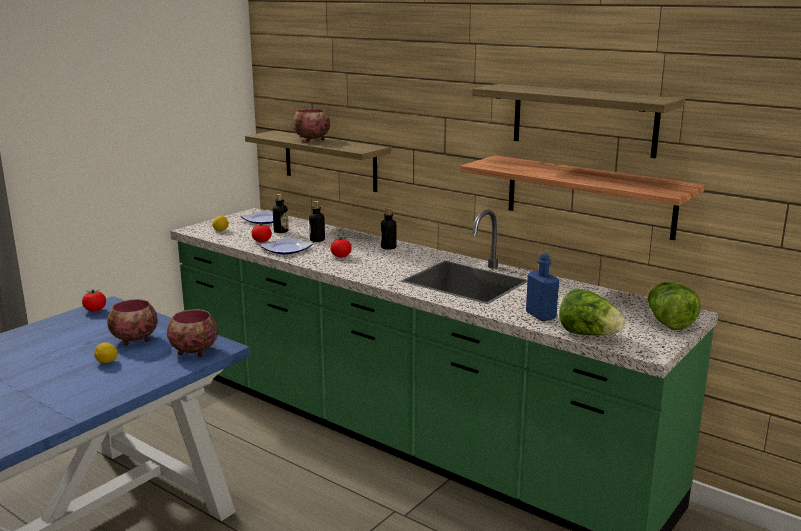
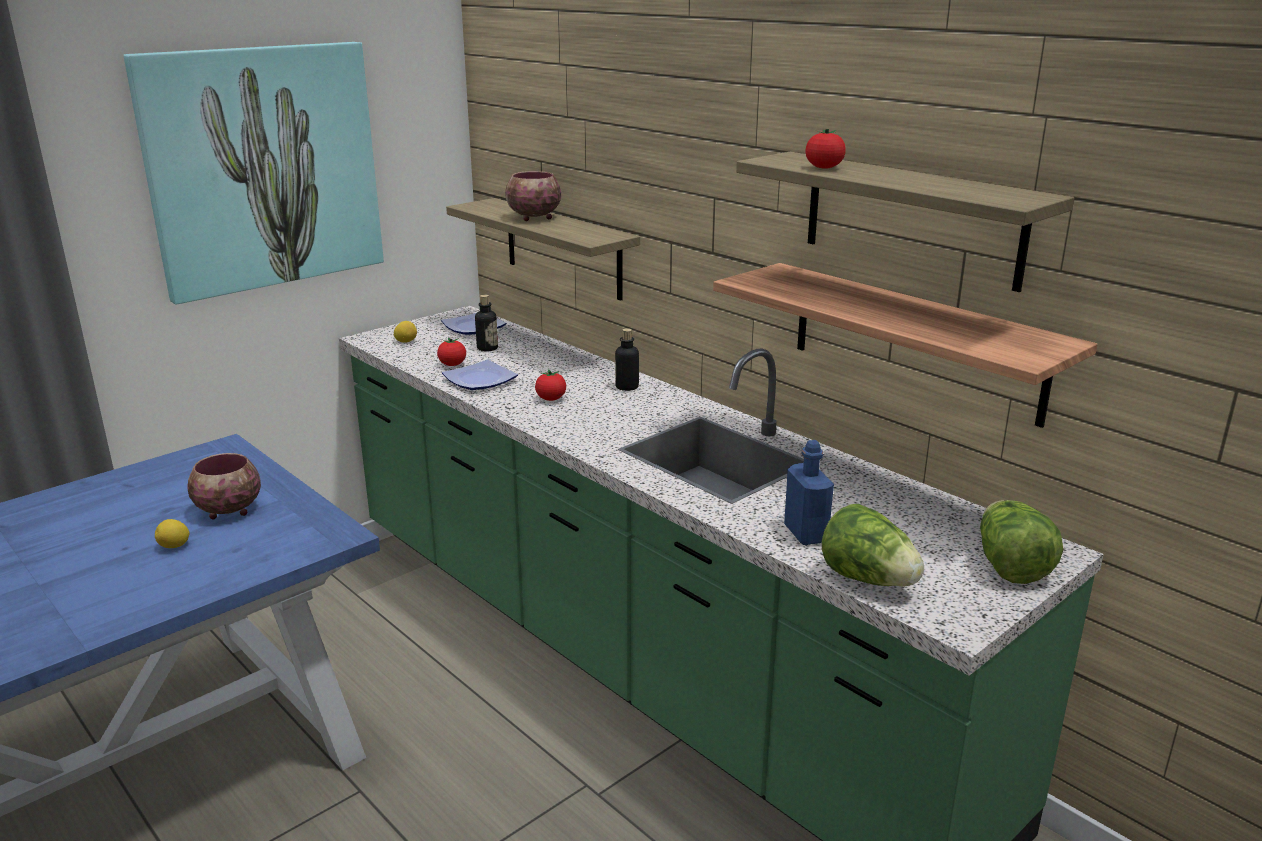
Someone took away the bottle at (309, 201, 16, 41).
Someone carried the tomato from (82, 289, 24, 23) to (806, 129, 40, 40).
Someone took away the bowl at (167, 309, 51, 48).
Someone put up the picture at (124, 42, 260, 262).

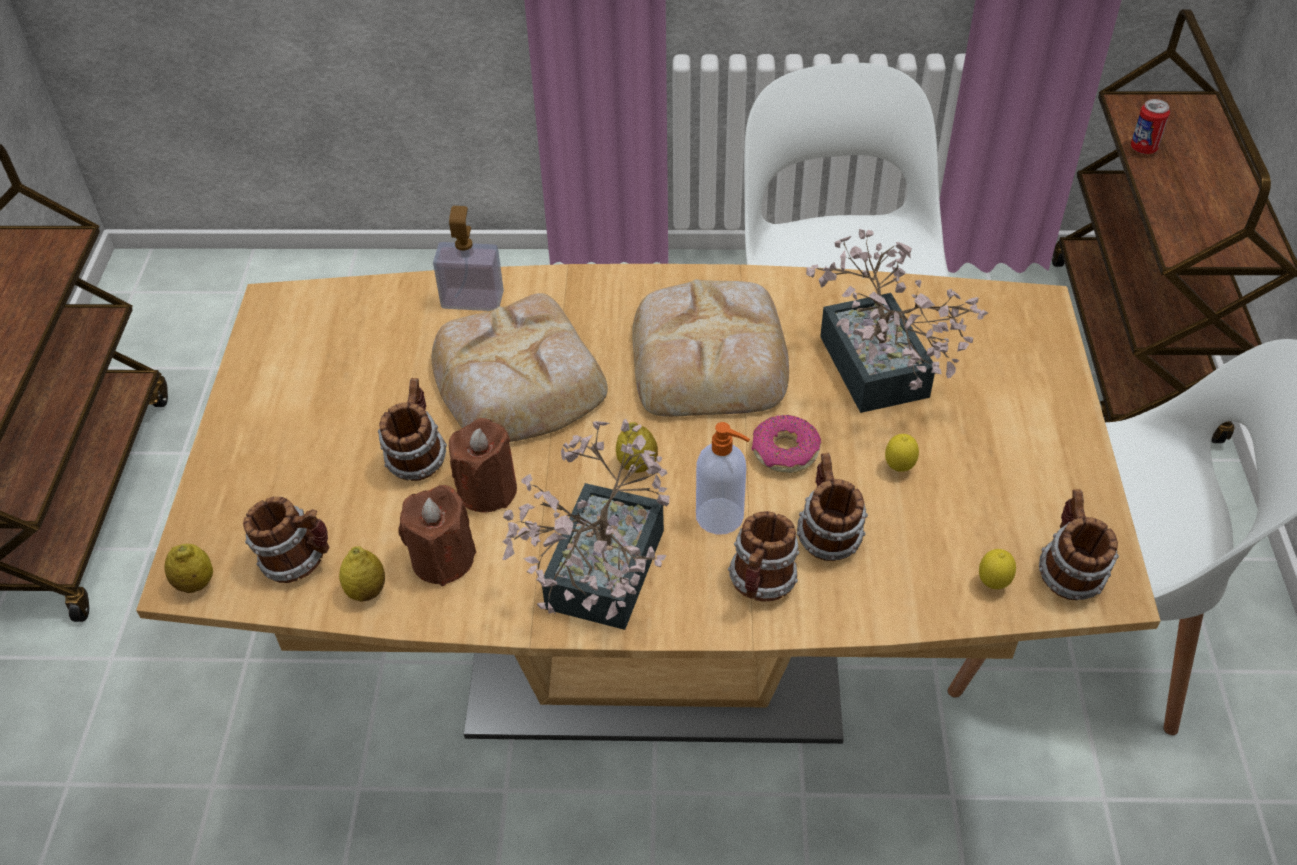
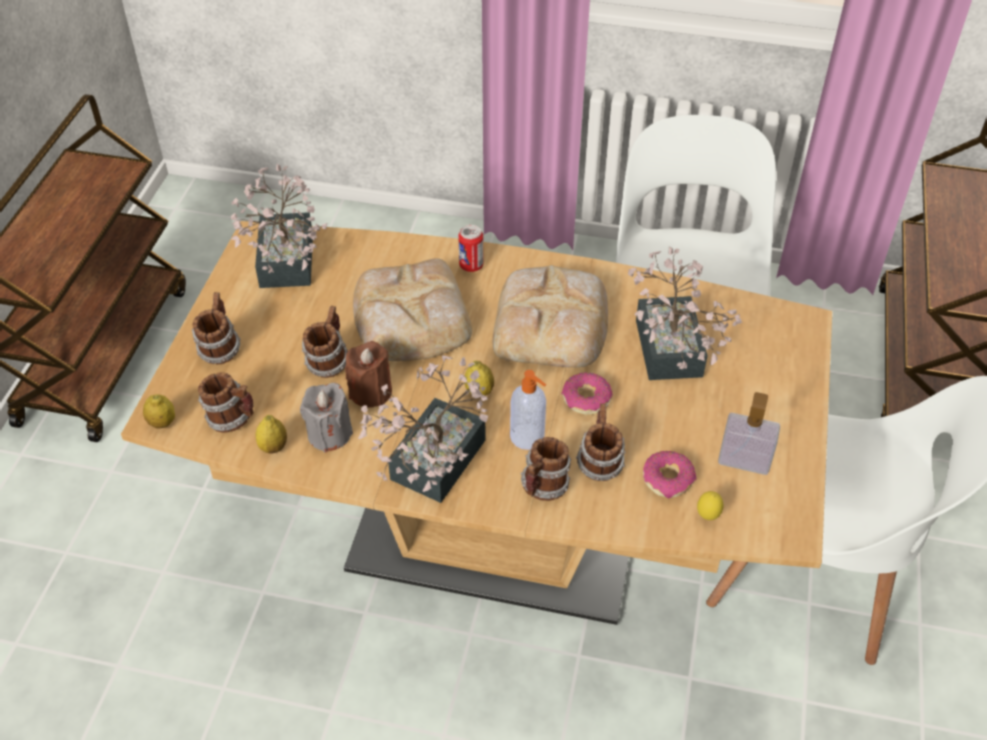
Someone carried the can from (1131, 99, 39, 55) to (458, 225, 25, 47).
Someone carried the soap dispenser from (433, 206, 71, 105) to (718, 392, 62, 83).
Someone took away the lemon at (885, 434, 34, 38).
Someone repainted the candle/brown at (398, 485, 78, 101), which became the candle/grey at (300, 383, 53, 70).
Someone carried the mug from (1039, 489, 80, 111) to (192, 292, 49, 73).
Someone put down the potted plant at (231, 164, 96, 124).
Someone put down the donut at (643, 451, 54, 48).

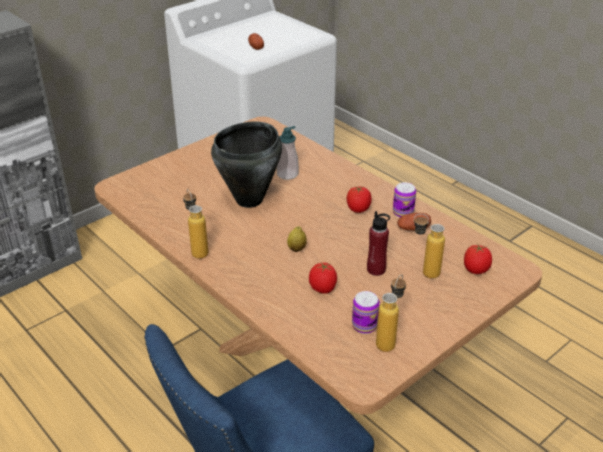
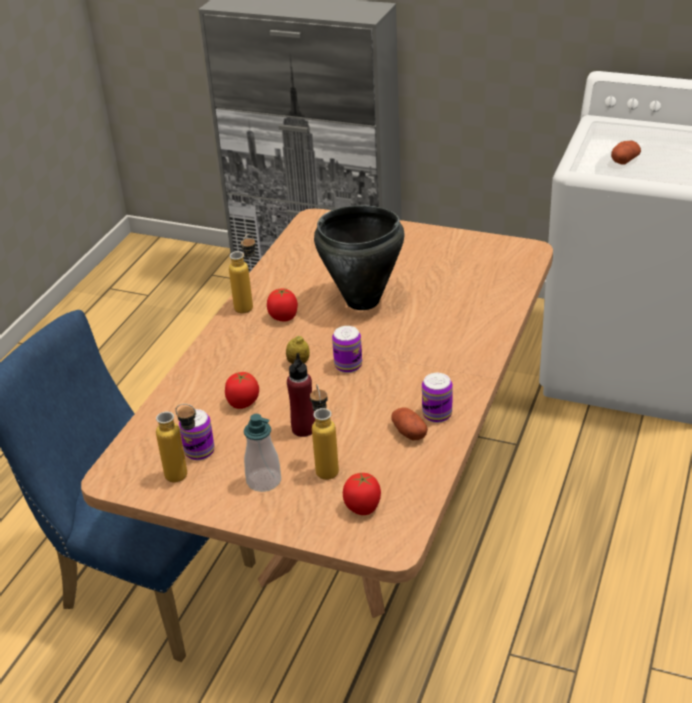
Someone carried the soap dispenser from (277, 126, 22, 54) to (244, 414, 37, 78).
Someone carried the tomato from (347, 186, 25, 27) to (267, 288, 31, 34).
Someone put down the can at (332, 326, 30, 47).

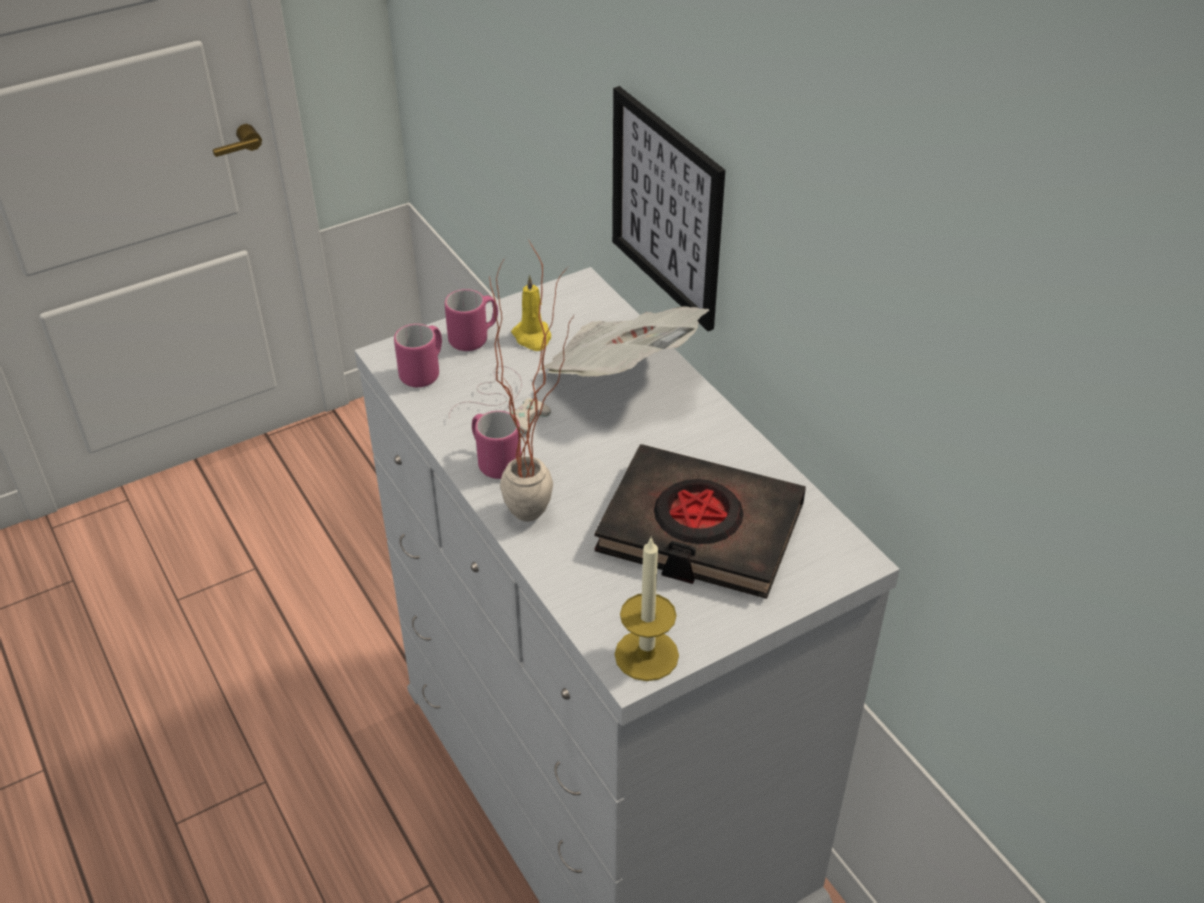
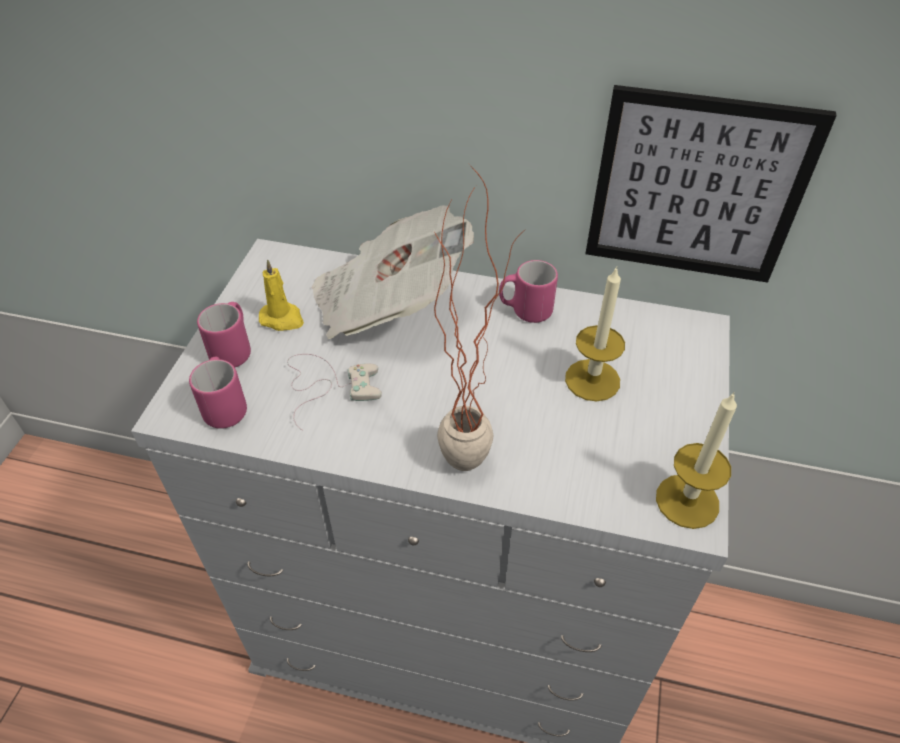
Someone carried the picture from (612, 86, 113, 245) to (585, 85, 251, 198).
Someone carried the mug/pink from (472, 411, 49, 68) to (499, 260, 59, 63).
Someone swapped the book/black at (595, 444, 211, 155) for the candle at (565, 267, 60, 134).

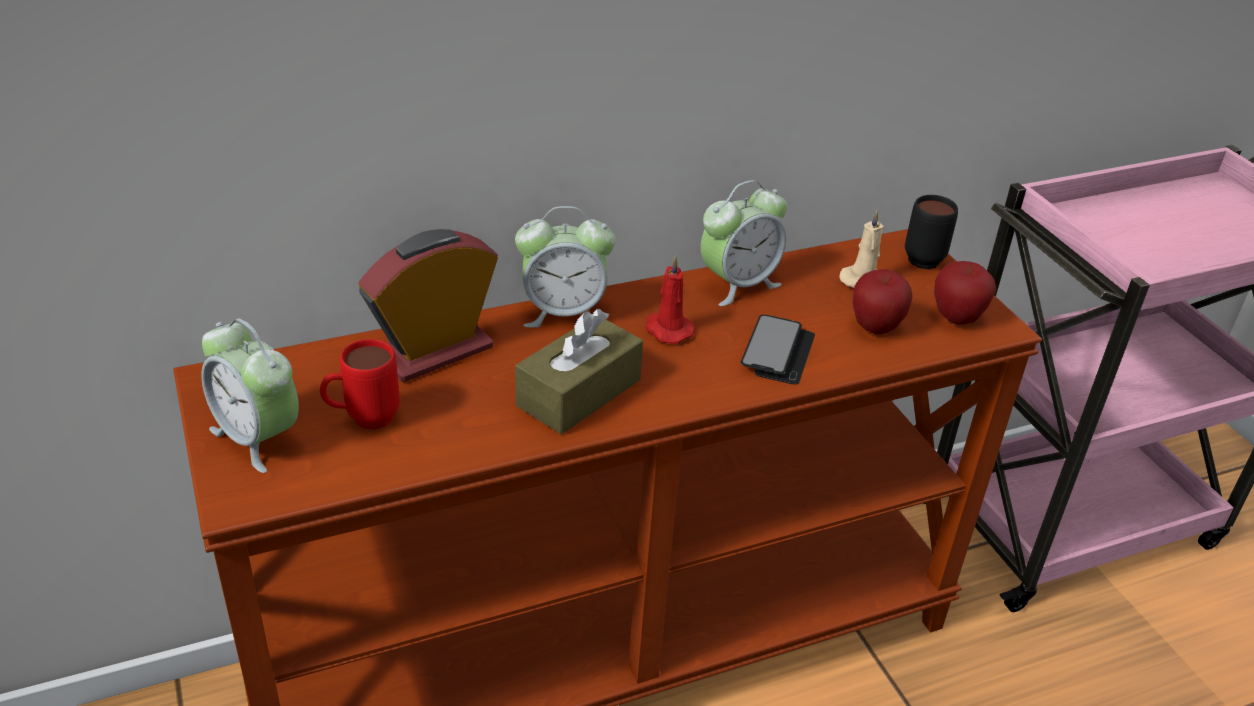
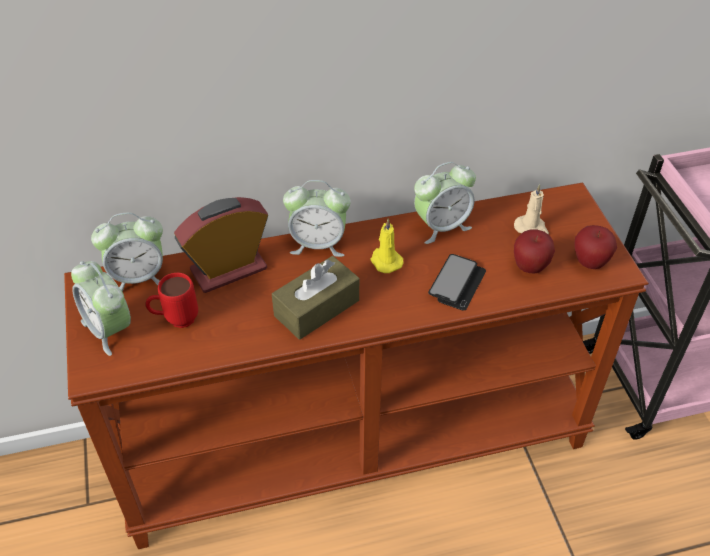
Someone took away the mug/black at (905, 195, 53, 74).
Someone repainted the candle/red at (646, 255, 49, 89), which became the candle/yellow at (370, 218, 34, 55).
Someone put down the alarm clock at (91, 212, 72, 80).

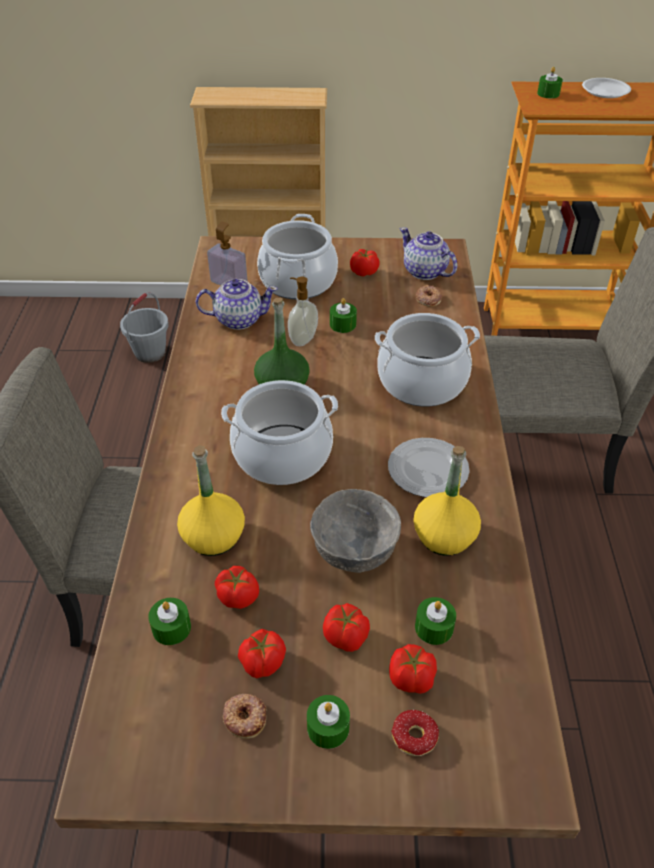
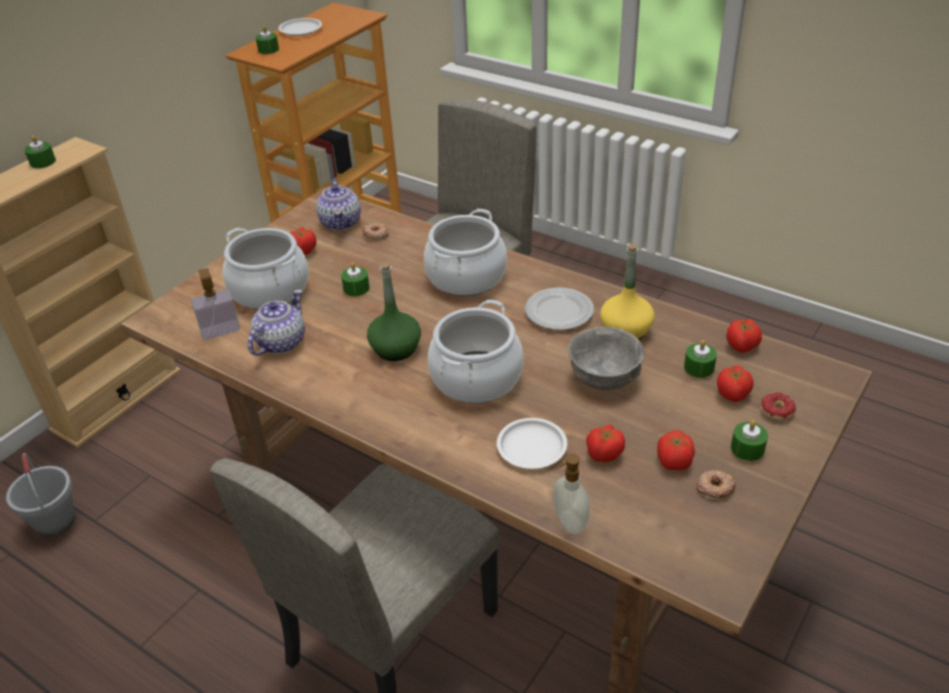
Someone rotated the teapot at (400, 227, 57, 53) by 90 degrees counterclockwise.
Someone carried the soap dispenser from (288, 277, 30, 69) to (553, 454, 37, 80).
Someone swapped the bottle/yellow at (177, 445, 68, 111) for the plate/white at (497, 418, 70, 51).
Someone carried the candle/green from (148, 598, 43, 47) to (24, 135, 32, 33).
Someone carried the tomato from (323, 603, 47, 49) to (726, 318, 36, 35).

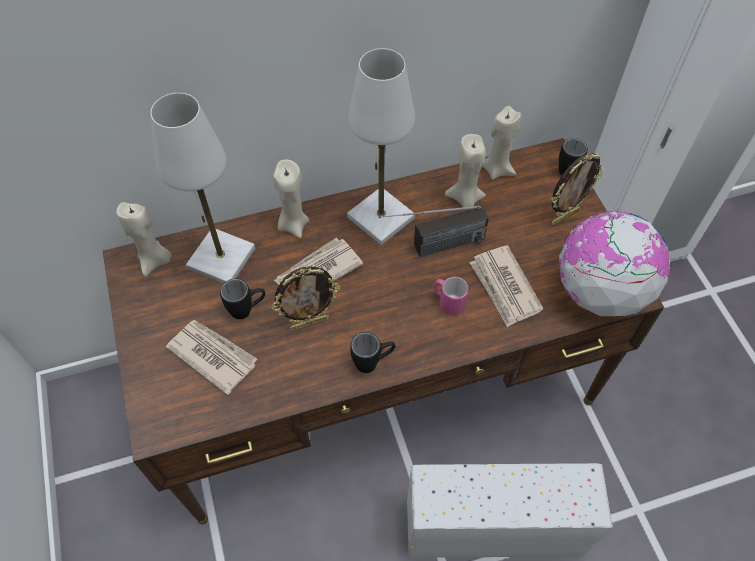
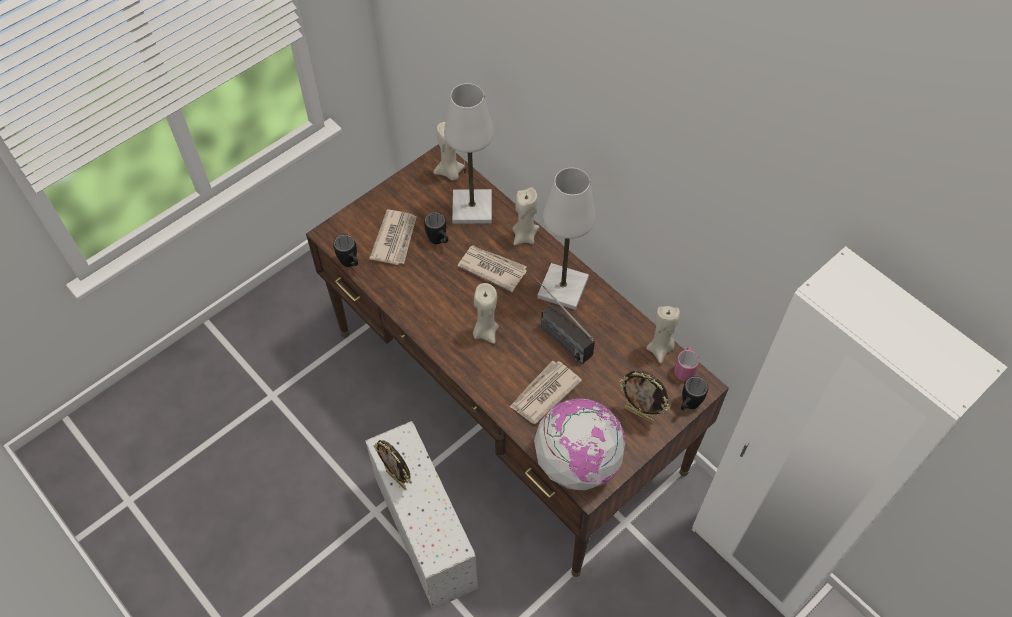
Someone carried the candle/beige from (445, 134, 41, 76) to (473, 283, 26, 61).
Someone carried the picture frame from (272, 266, 68, 65) to (373, 440, 38, 50).
Someone carried the mug/pink from (434, 277, 35, 38) to (674, 347, 25, 34).
Someone carried the mug/black from (350, 332, 45, 41) to (333, 234, 25, 33).

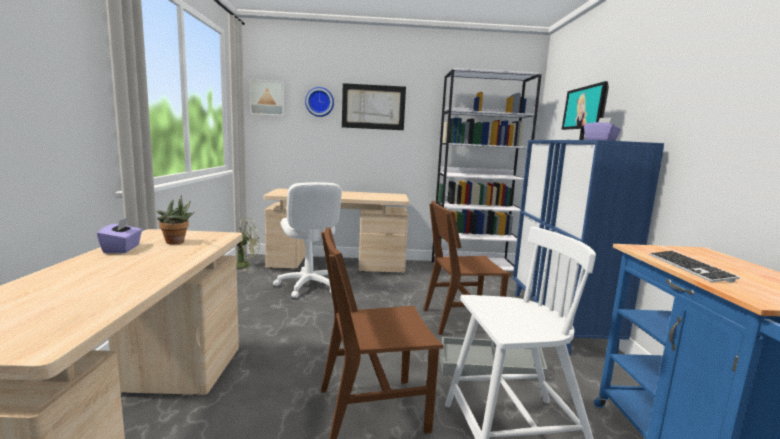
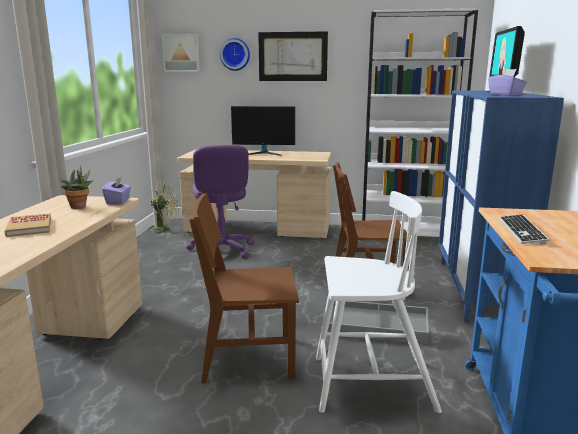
Someone repainted the office chair/white at (273, 182, 69, 116), which became the office chair/purple at (187, 145, 67, 113).
Someone carried the tissue box/purple from (97, 217, 45, 36) to (102, 177, 29, 27).
Someone put down the monitor at (231, 106, 64, 50).
Someone put down the book at (4, 213, 47, 24).

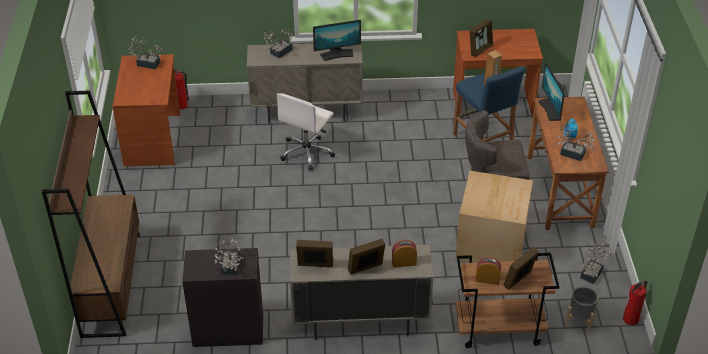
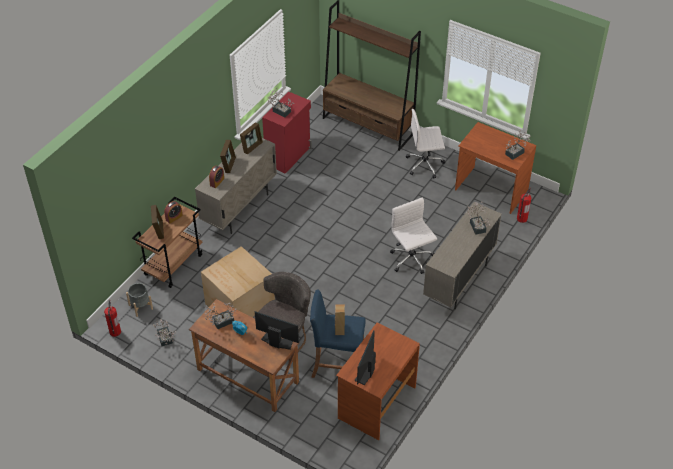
Someone took away the picture frame at (470, 19, 23, 38).
Someone carried the monitor from (313, 20, 48, 41) to (355, 330, 21, 55).
Someone repainted the cabinet/black at (182, 248, 81, 99), which became the cabinet/red at (262, 92, 50, 82).
Someone put down the office chair/white at (406, 109, 39, 69).

